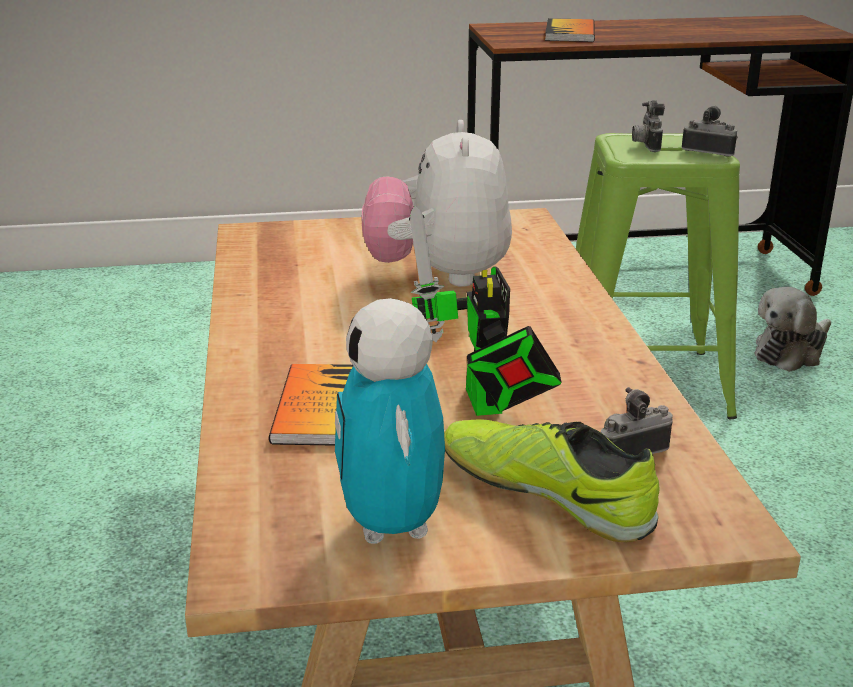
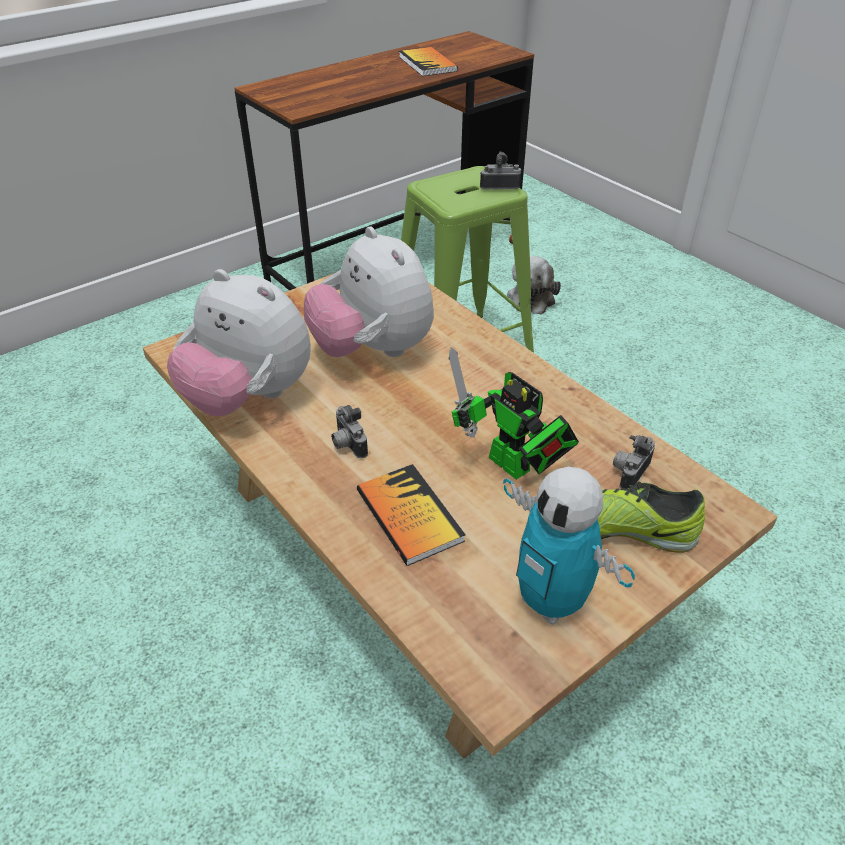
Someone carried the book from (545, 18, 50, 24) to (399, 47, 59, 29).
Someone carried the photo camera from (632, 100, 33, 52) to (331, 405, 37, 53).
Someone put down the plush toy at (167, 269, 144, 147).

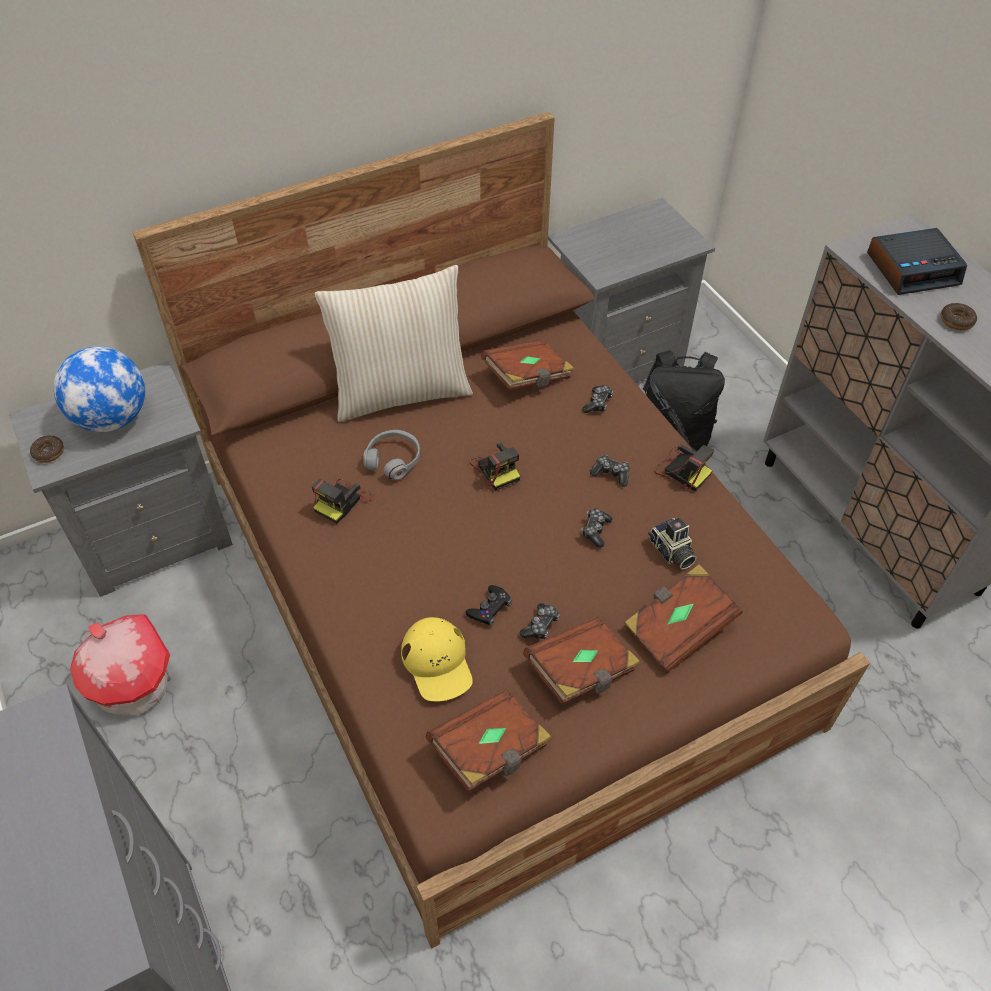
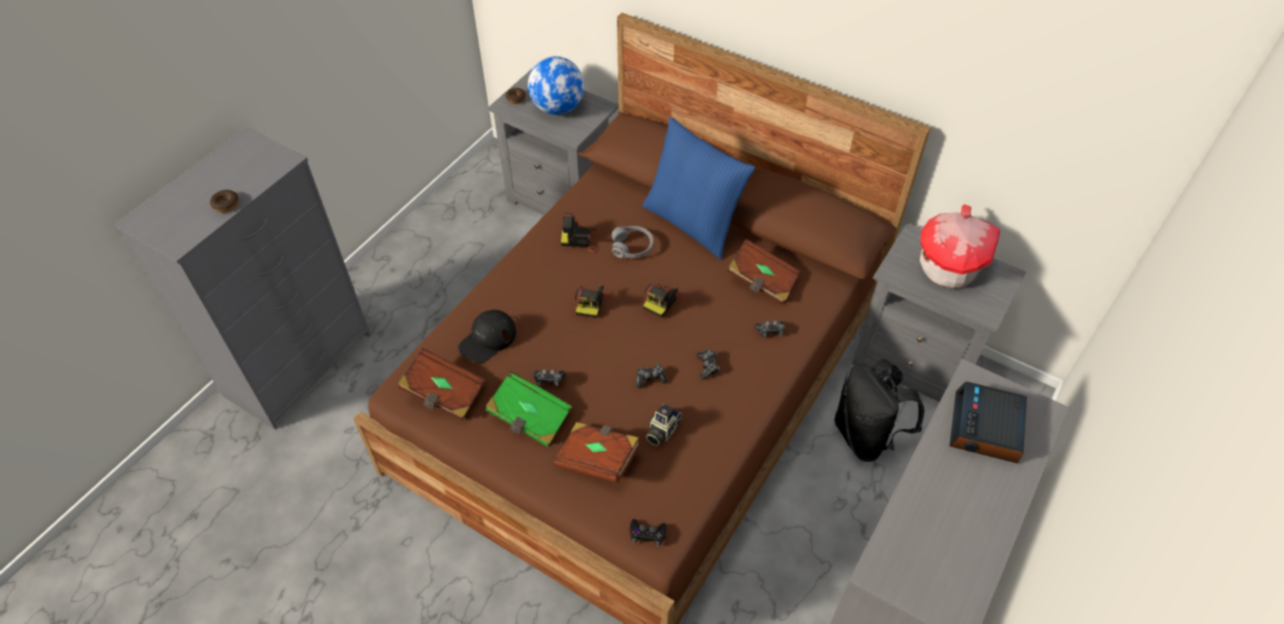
Someone rotated the alarm clock at (867, 228, 100, 67) by 60 degrees clockwise.
Someone repainted the pillow/beige at (314, 265, 159, 157), which became the pillow/blue at (642, 117, 113, 143).
Someone carried the donut from (941, 303, 36, 27) to (210, 190, 29, 22).
Someone carried the photo camera from (654, 443, 60, 48) to (574, 285, 38, 33).
Someone carried the game controller/black from (466, 585, 46, 41) to (630, 519, 36, 28).
Someone carried the toy house from (70, 614, 101, 102) to (920, 204, 80, 85).
Someone repainted the cap/yellow at (401, 617, 72, 84), which became the cap/black at (458, 310, 58, 53).
Someone repainted the book/brown at (523, 617, 117, 88), which became the book/green at (486, 370, 86, 77).

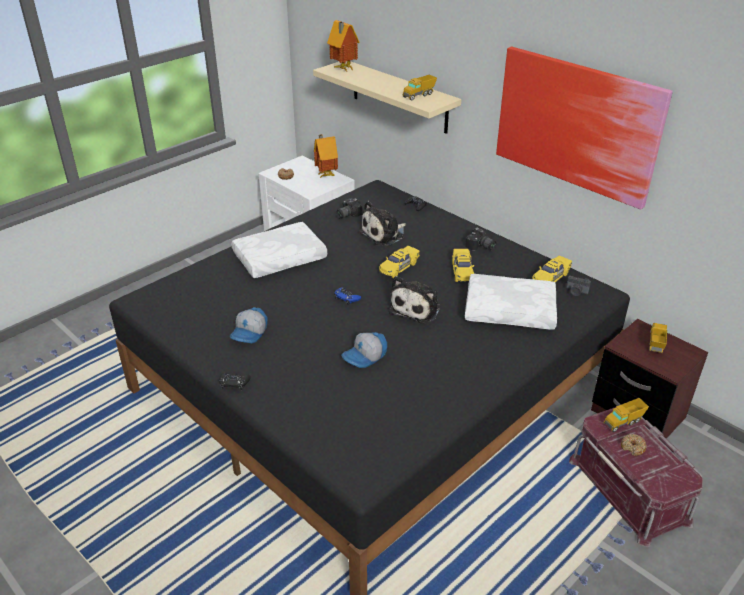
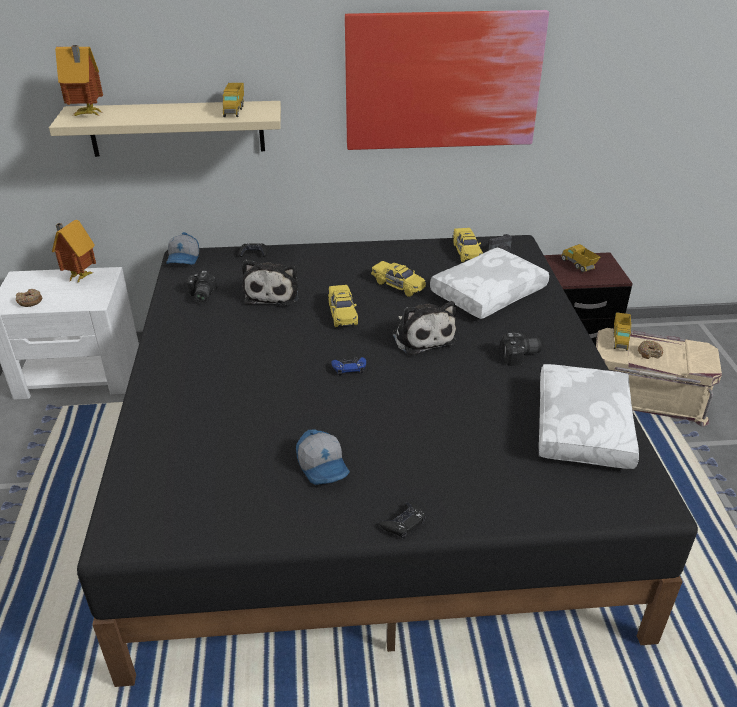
Someone carried the pillow/white from (231, 222, 96, 56) to (539, 364, 100, 105).
Someone carried the photo camera from (465, 227, 32, 23) to (501, 332, 40, 34).
Someone carried the cap from (341, 332, 46, 36) to (166, 232, 33, 33).
Someone repainted the storage box/red at (569, 407, 134, 140), which became the storage box/beige at (596, 328, 126, 99).

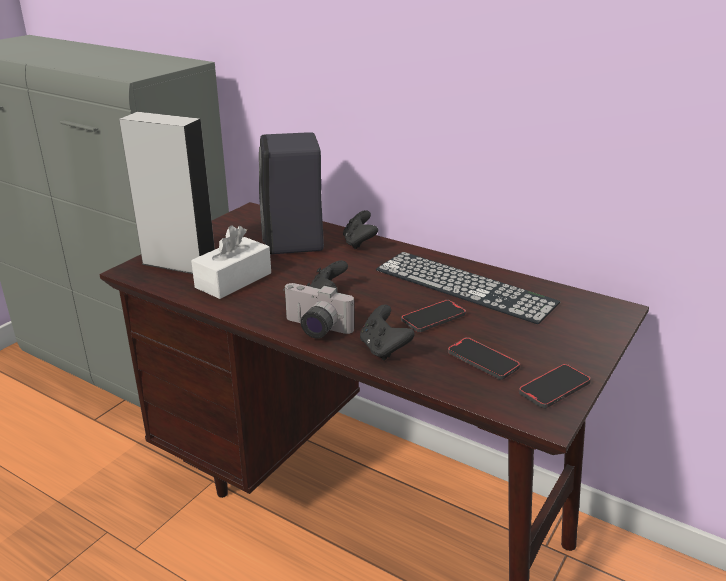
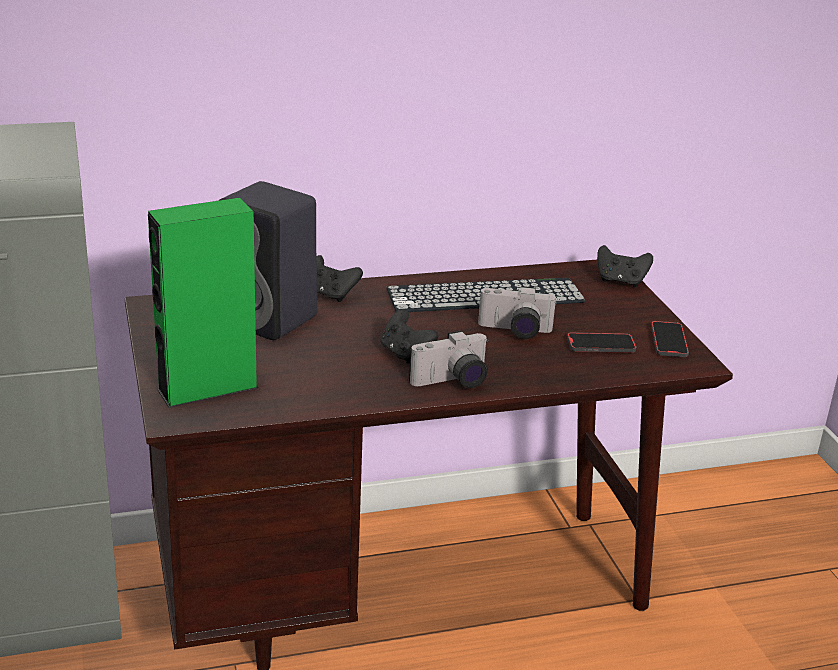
Someone repainted the speaker/grey at (119, 112, 96, 162), which became the speaker/green at (148, 198, 110, 210).
Someone took away the tissue box/white at (191, 226, 80, 73).
Someone swapped the phone at (401, 300, 65, 32) for the photo camera at (478, 286, 79, 53).
Someone carried the game controller/black from (360, 305, 55, 56) to (597, 245, 56, 42).

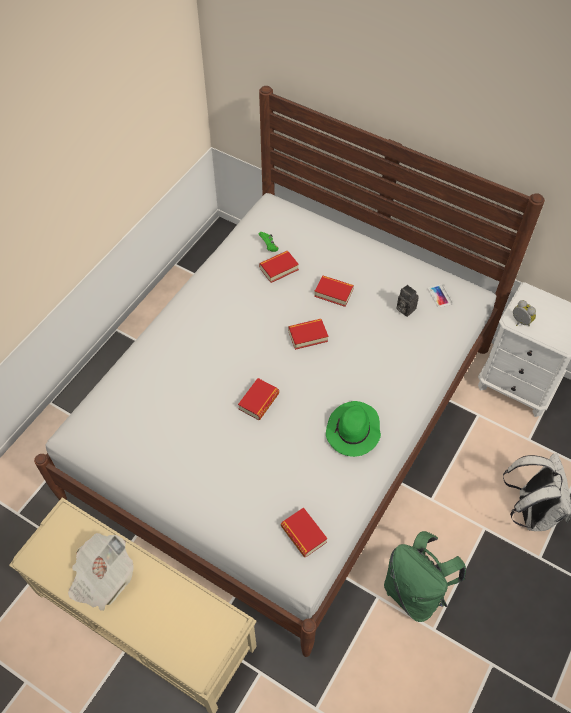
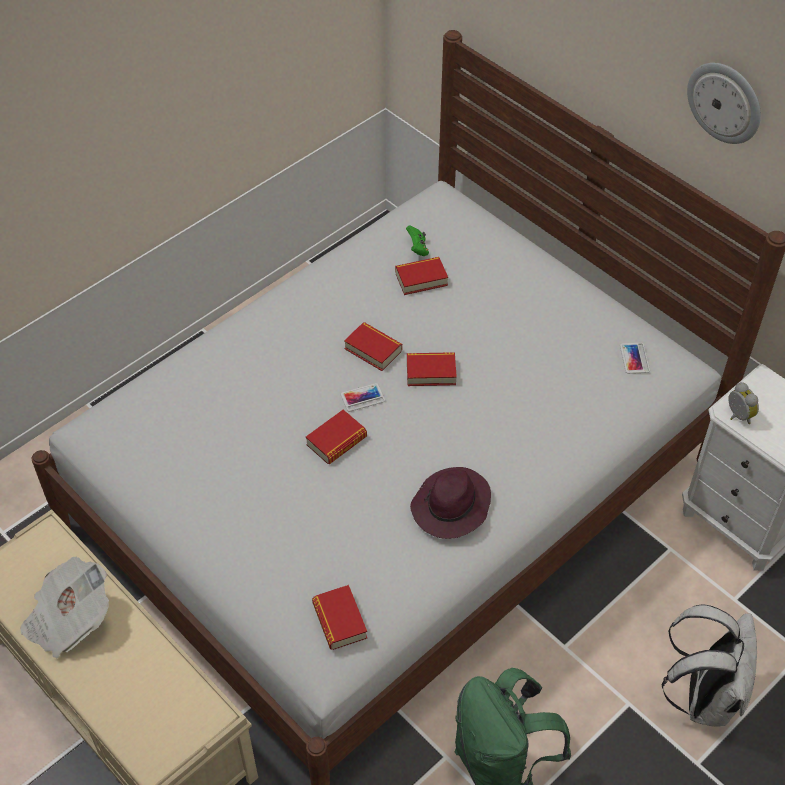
Someone carried the book from (314, 276, 40, 31) to (344, 322, 58, 49).
Someone took away the photo camera at (396, 285, 23, 32).
Someone repainted the hat/green at (326, 401, 55, 56), which became the hat/purple at (410, 467, 81, 72).
Someone put up the wall clock at (687, 63, 74, 81).
Someone put down the phone at (341, 383, 44, 29).

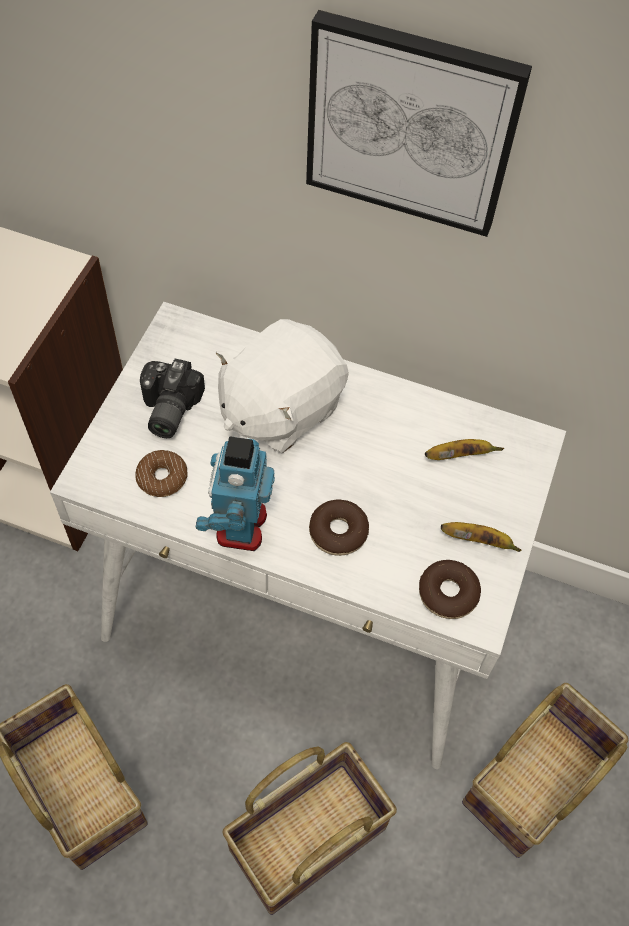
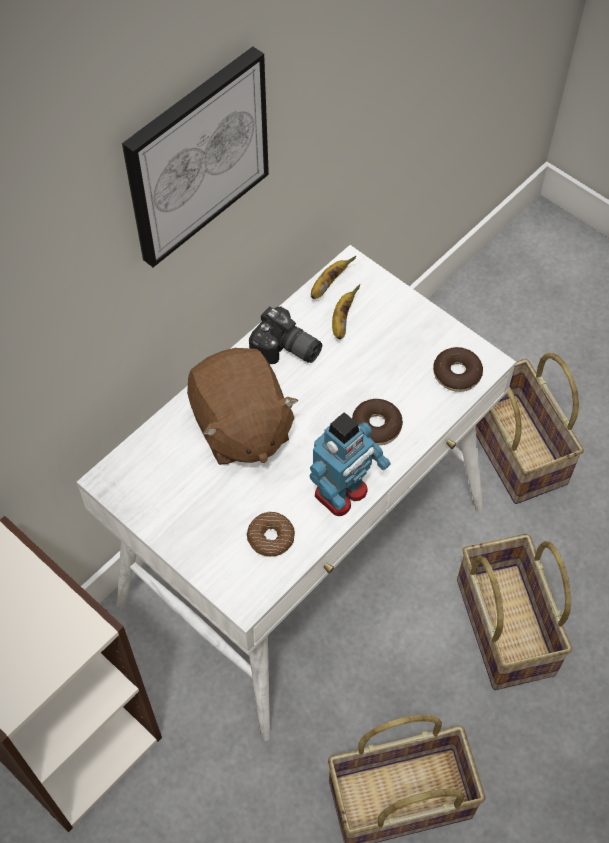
Someone repainted the plush toy/white at (216, 319, 133, 135), which became the plush toy/brown at (187, 348, 111, 117).
Someone carried the photo camera from (140, 359, 65, 79) to (249, 306, 73, 58).
Someone rotated the toy robot at (195, 436, 80, 115) by 75 degrees counterclockwise.
Someone carried the banana from (441, 522, 80, 30) to (311, 256, 45, 43).

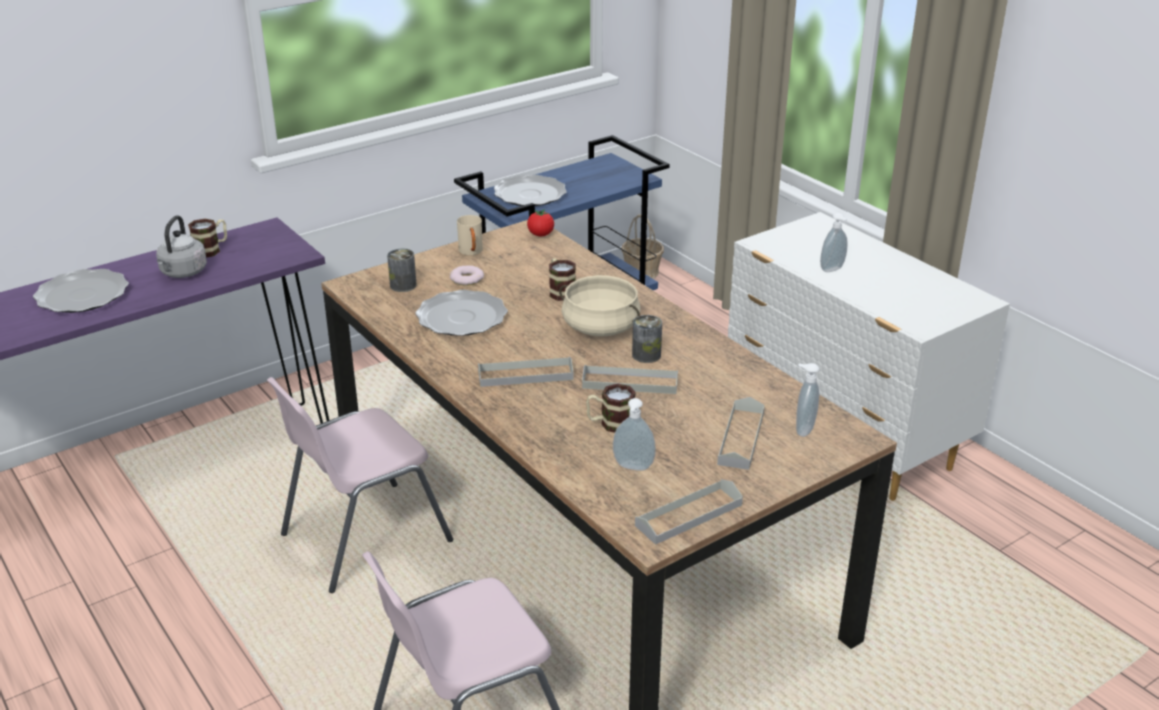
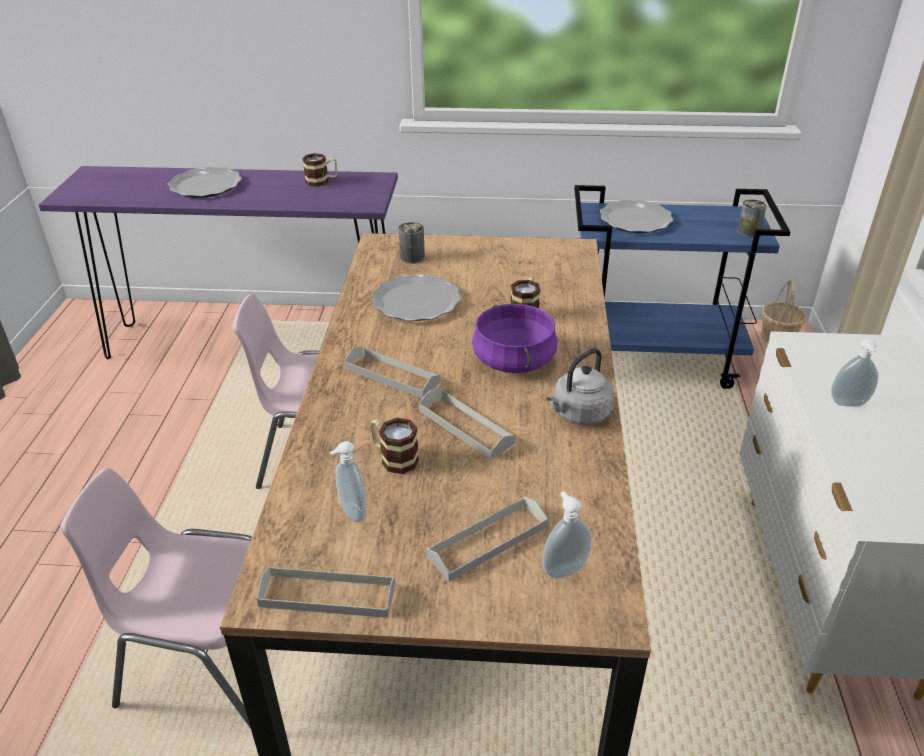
Someone took away the tomato at (527, 209, 27, 27).
Someone carried the kettle/grey from (156, 215, 51, 63) to (547, 348, 67, 77).
Someone took away the mug/beige at (457, 215, 26, 40).
Someone took away the donut at (450, 265, 34, 21).
Someone repainted the cooking pot/beige at (559, 275, 82, 61), which became the cooking pot/purple at (472, 304, 86, 69).
Someone carried the can from (632, 315, 30, 48) to (737, 199, 30, 38).

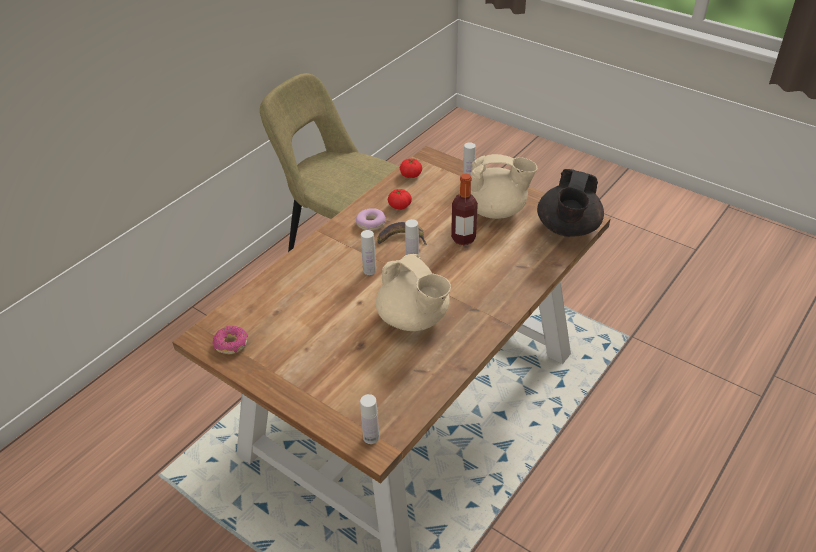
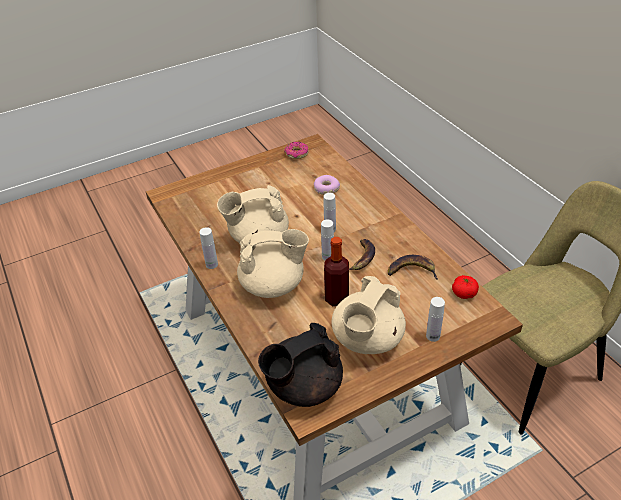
Someone rotated the teapot/black at (537, 169, 67, 68) by 75 degrees counterclockwise.
Someone swapped the tomato at (388, 189, 24, 21) for the banana at (388, 255, 50, 24).
Someone carried the donut from (356, 208, 30, 23) to (314, 175, 26, 20).
Someone carried the bottle/white from (360, 394, 19, 50) to (199, 227, 19, 42).
Someone put down the teapot/beige at (237, 229, 72, 69).

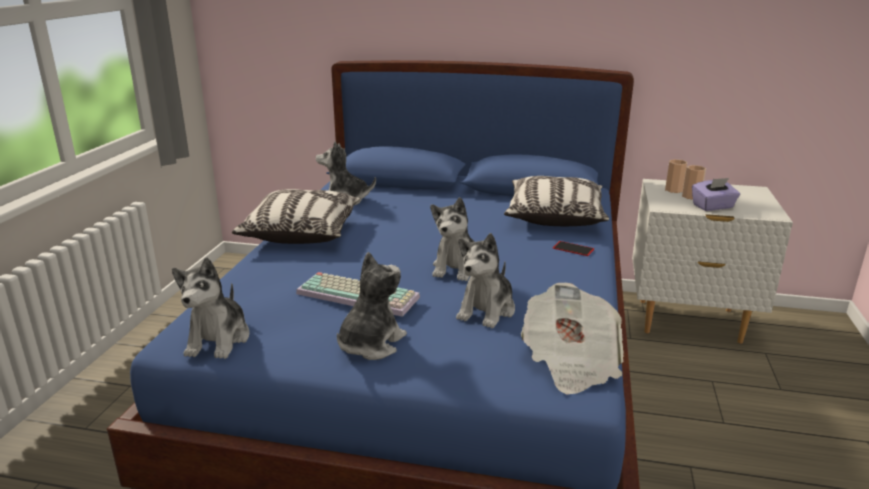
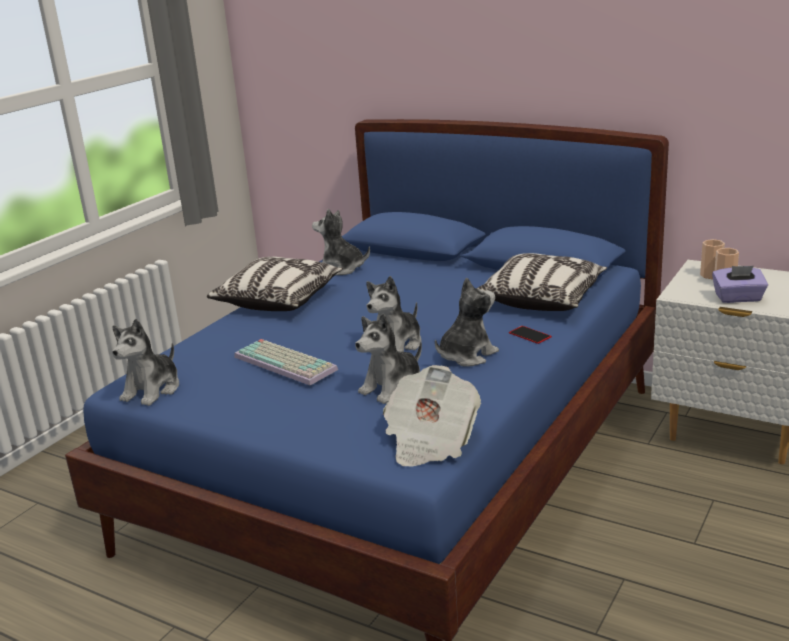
Someone carried the plush toy from (337, 252, 70, 108) to (435, 277, 64, 90).

